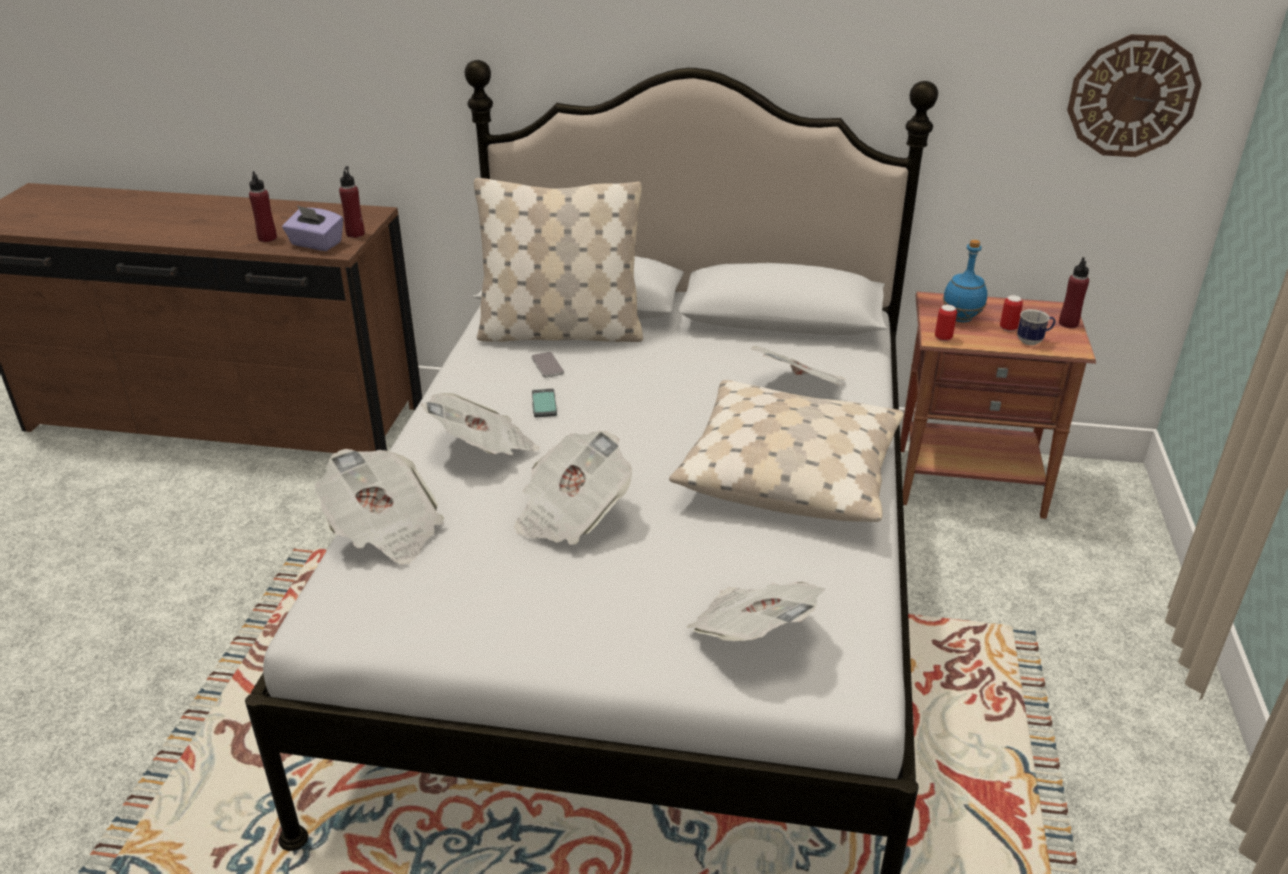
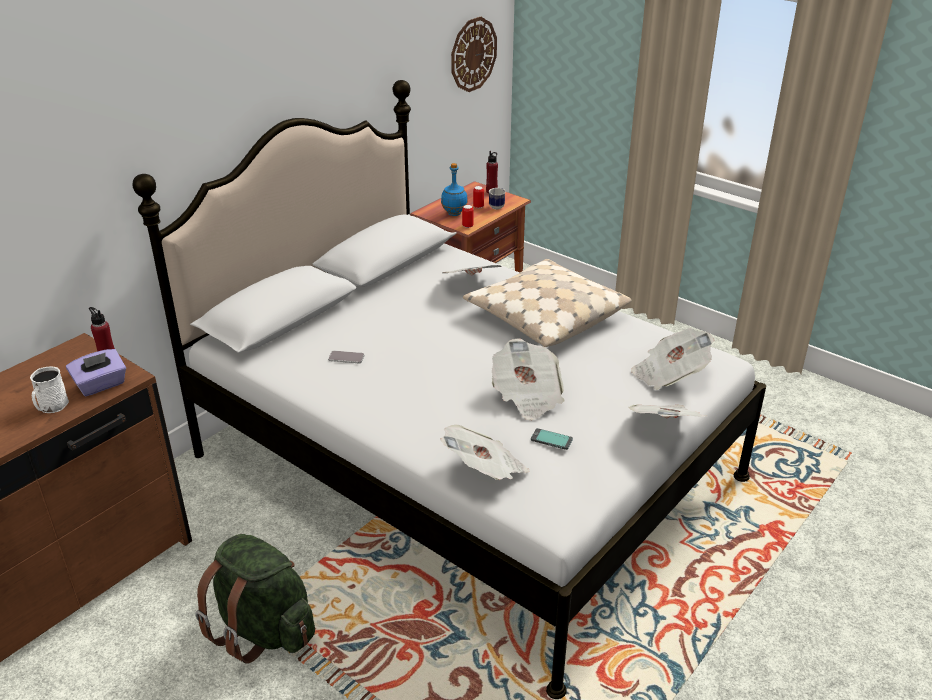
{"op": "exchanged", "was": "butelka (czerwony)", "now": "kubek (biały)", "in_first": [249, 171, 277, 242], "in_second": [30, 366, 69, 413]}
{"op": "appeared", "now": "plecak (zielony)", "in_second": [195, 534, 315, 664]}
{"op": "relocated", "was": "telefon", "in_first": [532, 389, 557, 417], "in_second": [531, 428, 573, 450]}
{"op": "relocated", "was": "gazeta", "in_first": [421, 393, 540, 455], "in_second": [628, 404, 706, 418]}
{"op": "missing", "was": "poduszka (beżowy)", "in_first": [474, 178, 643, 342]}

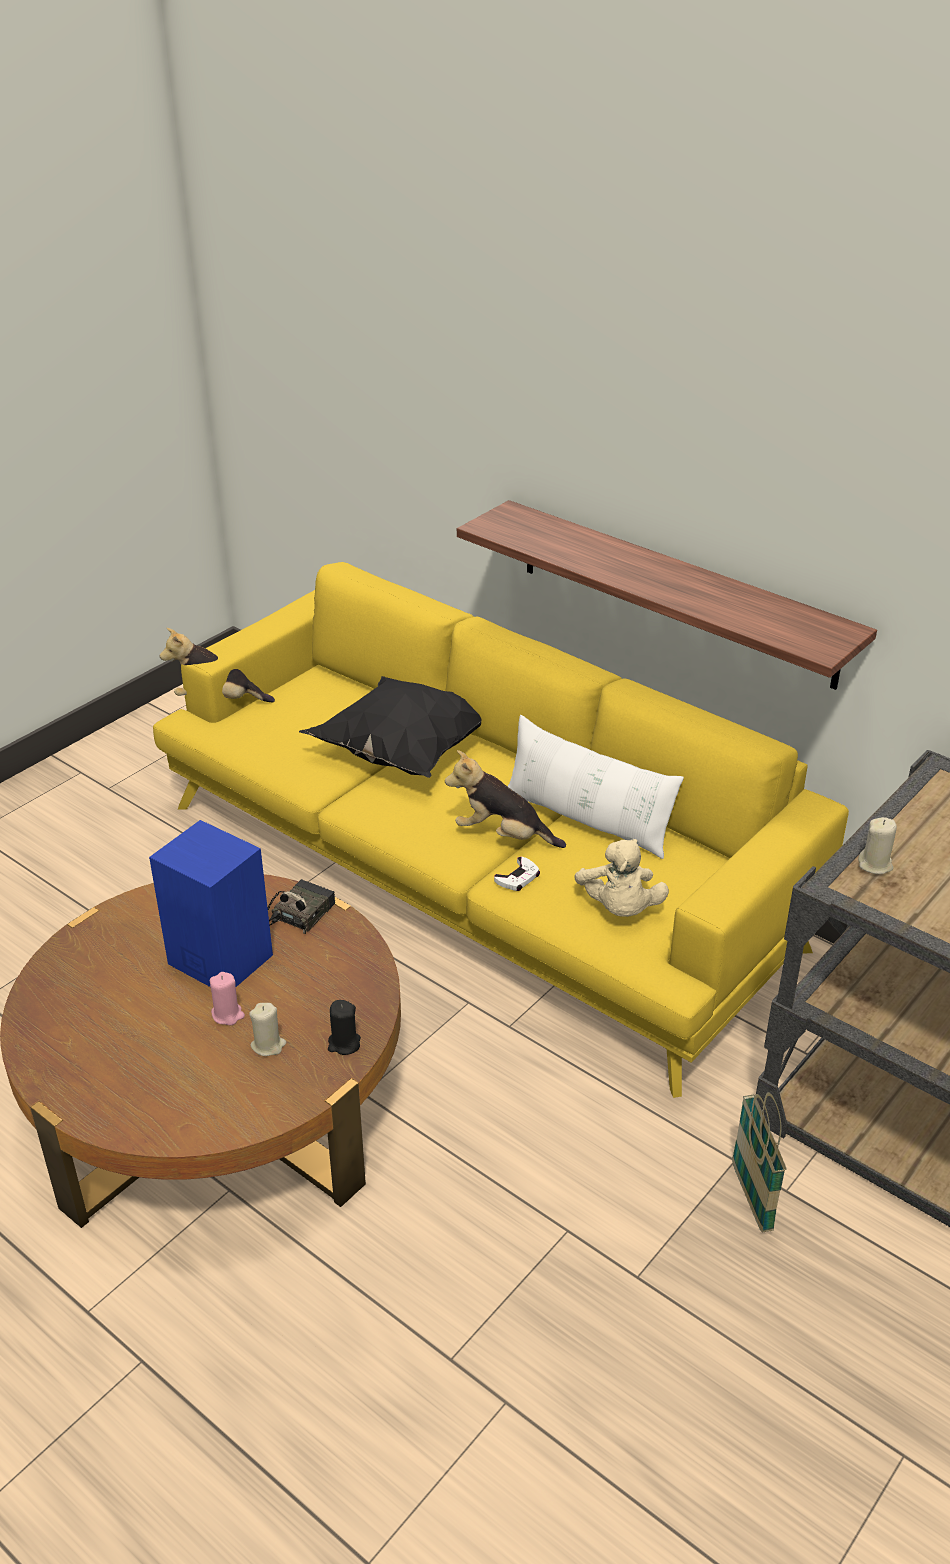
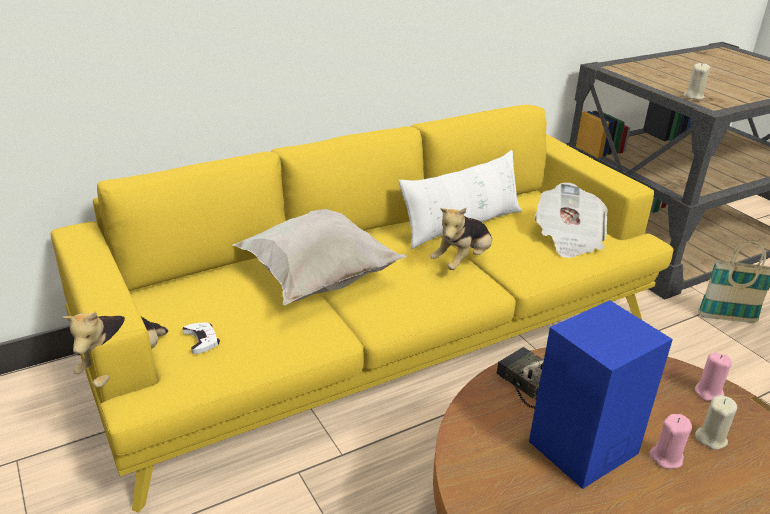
{"op": "relocated", "was": "pad do gier (biały)", "in_first": [494, 857, 540, 891], "in_second": [183, 322, 220, 354]}
{"op": "colour", "was": "poduszka (czarny)", "now": "poduszka (biały)", "in_first": [299, 676, 482, 778], "in_second": [233, 209, 407, 305]}
{"op": "exchanged", "was": "pluszak (beżowy)", "now": "gazeta", "in_first": [574, 839, 669, 917], "in_second": [535, 182, 608, 258]}
{"op": "colour", "was": "świeca (czarny)", "now": "świeca (różowy)", "in_first": [328, 1000, 361, 1055], "in_second": [695, 352, 732, 401]}
{"op": "missing", "was": "półka", "in_first": [457, 500, 877, 690]}

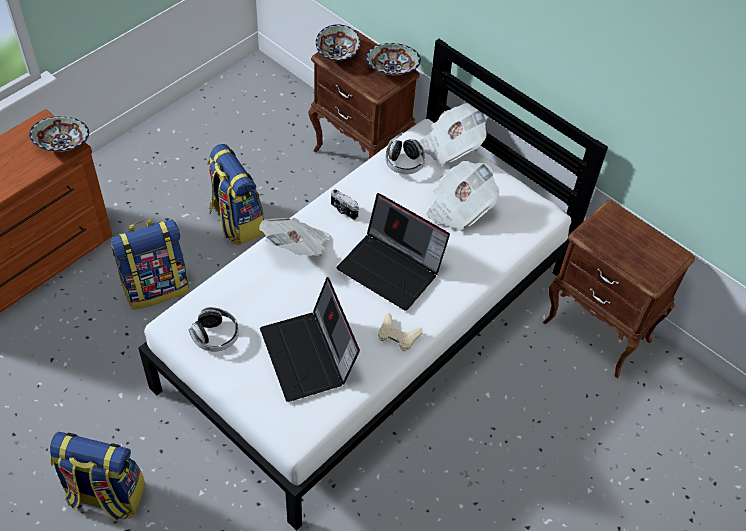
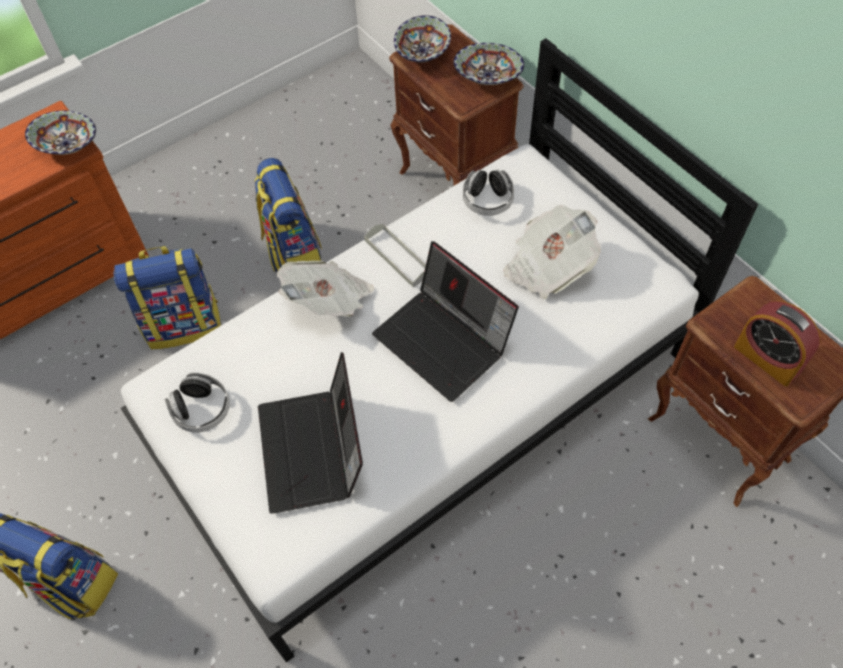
{"op": "exchanged", "was": "aparat fotograficzny", "now": "taca (szary)", "in_first": [331, 189, 359, 220], "in_second": [364, 224, 426, 288]}
{"op": "appeared", "now": "budzik", "in_second": [734, 301, 820, 387]}
{"op": "missing", "was": "pad do gier (beżowy)", "in_first": [378, 313, 422, 351]}
{"op": "missing", "was": "gazeta", "in_first": [419, 103, 488, 165]}

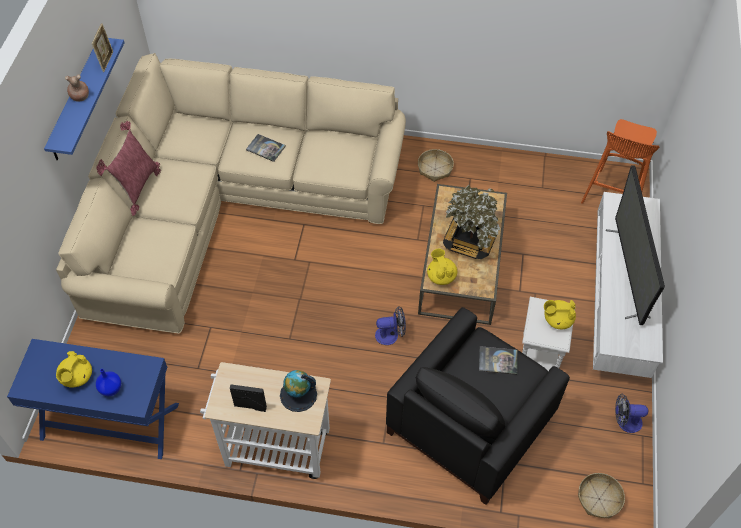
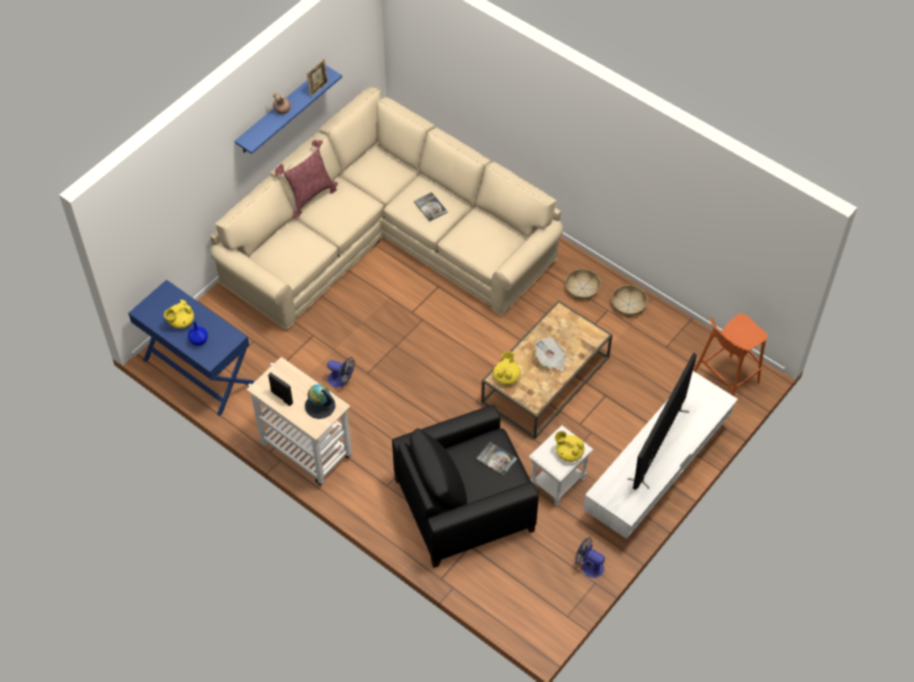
{"op": "relocated", "was": "wentylator", "in_first": [375, 306, 406, 345], "in_second": [327, 357, 355, 388]}
{"op": "exchanged", "was": "roślina doniczkowa", "now": "gazeta", "in_first": [443, 185, 500, 259], "in_second": [535, 337, 567, 371]}
{"op": "relocated", "was": "koszyk", "in_first": [578, 473, 625, 518], "in_second": [612, 285, 648, 318]}

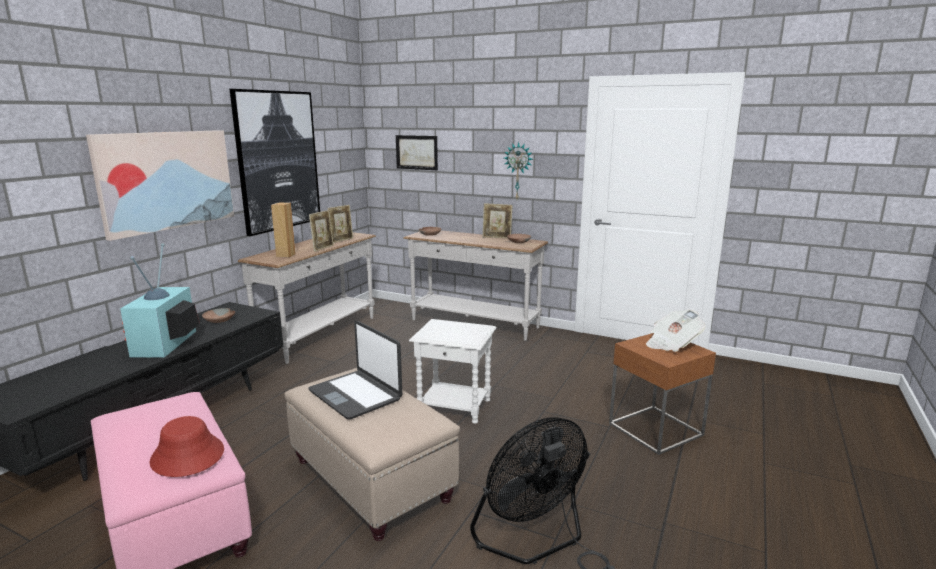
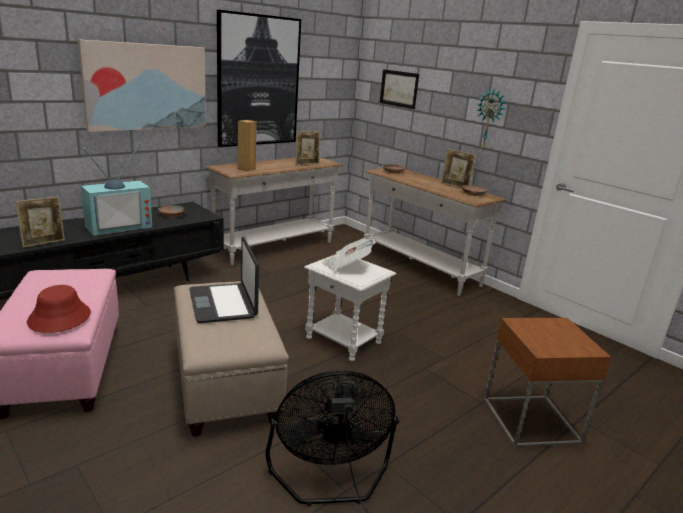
{"op": "relocated", "was": "ramka na zdjęcie", "in_first": [309, 210, 334, 252], "in_second": [15, 197, 65, 248]}
{"op": "spun", "was": "telewizor", "in_first": [120, 243, 200, 358], "in_second": [81, 142, 152, 236], "clockwise": -150}
{"op": "relocated", "was": "gazeta", "in_first": [646, 310, 706, 352], "in_second": [322, 238, 376, 270]}

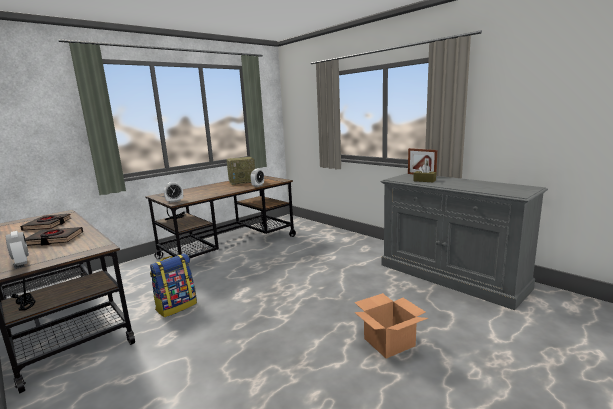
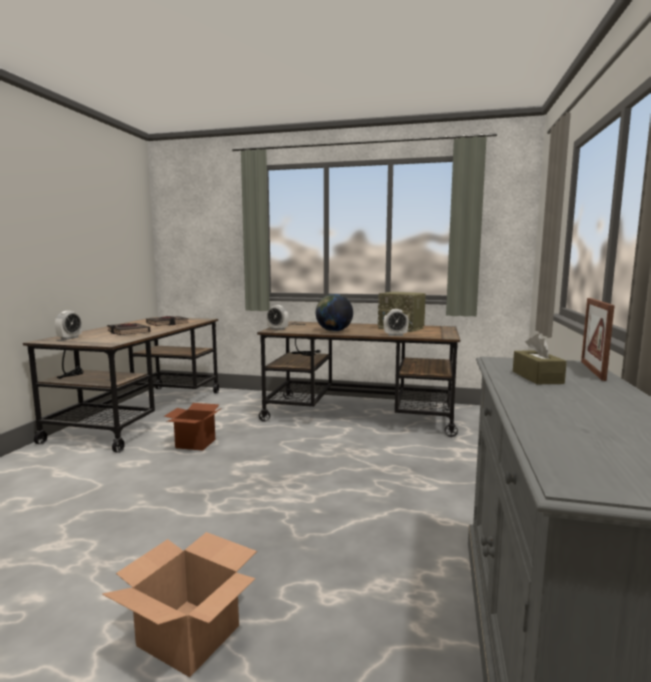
{"op": "exchanged", "was": "plecak", "now": "karton", "in_first": [150, 254, 197, 317], "in_second": [164, 403, 223, 451]}
{"op": "appeared", "now": "globus", "in_second": [316, 294, 353, 332]}

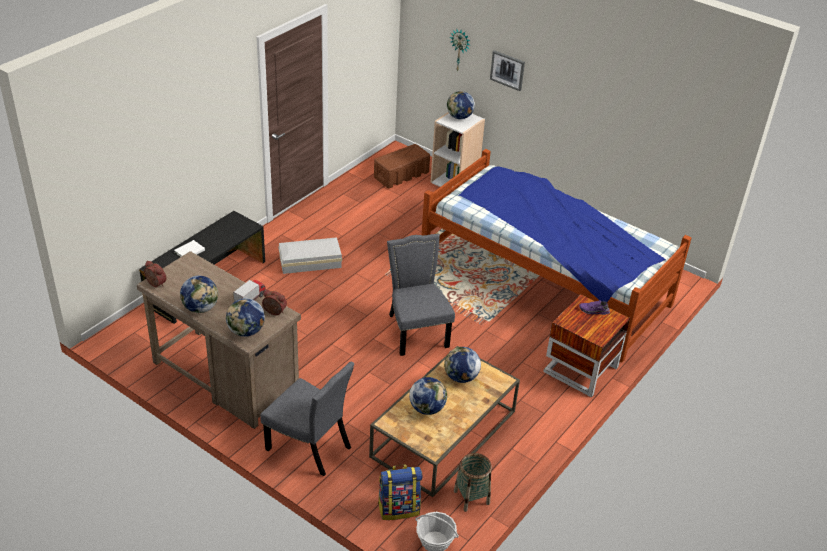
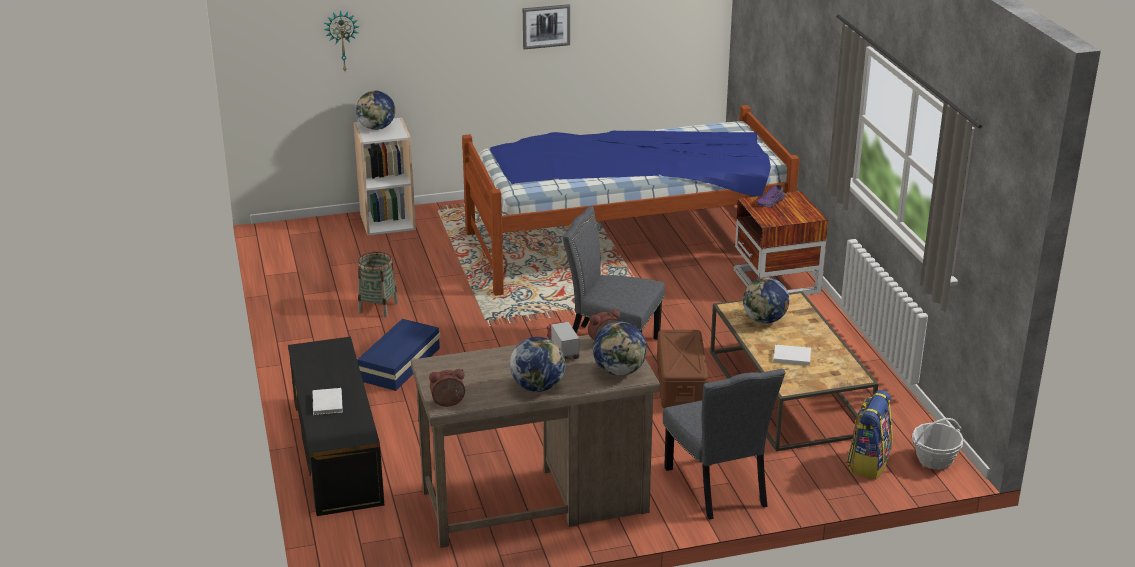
{"op": "colour", "was": "pojemnik do przechowywania (biały)", "now": "pojemnik do przechowywania (niebieski)", "in_first": [278, 237, 342, 274], "in_second": [357, 319, 440, 391]}
{"op": "relocated", "was": "koszyk", "in_first": [454, 453, 492, 512], "in_second": [358, 252, 398, 317]}
{"op": "relocated", "was": "obraz", "in_first": [490, 50, 525, 91], "in_second": [523, 4, 570, 49]}
{"op": "relocated", "was": "pojemnik do przechowywania (brązowy)", "in_first": [374, 144, 430, 188], "in_second": [657, 330, 708, 408]}
{"op": "spun", "was": "krzesło (szary)", "in_first": [260, 362, 354, 476], "in_second": [662, 369, 785, 520], "clockwise": 90}
{"op": "exchanged", "was": "globus", "now": "książka (biały)", "in_first": [409, 377, 447, 415], "in_second": [773, 345, 811, 366]}

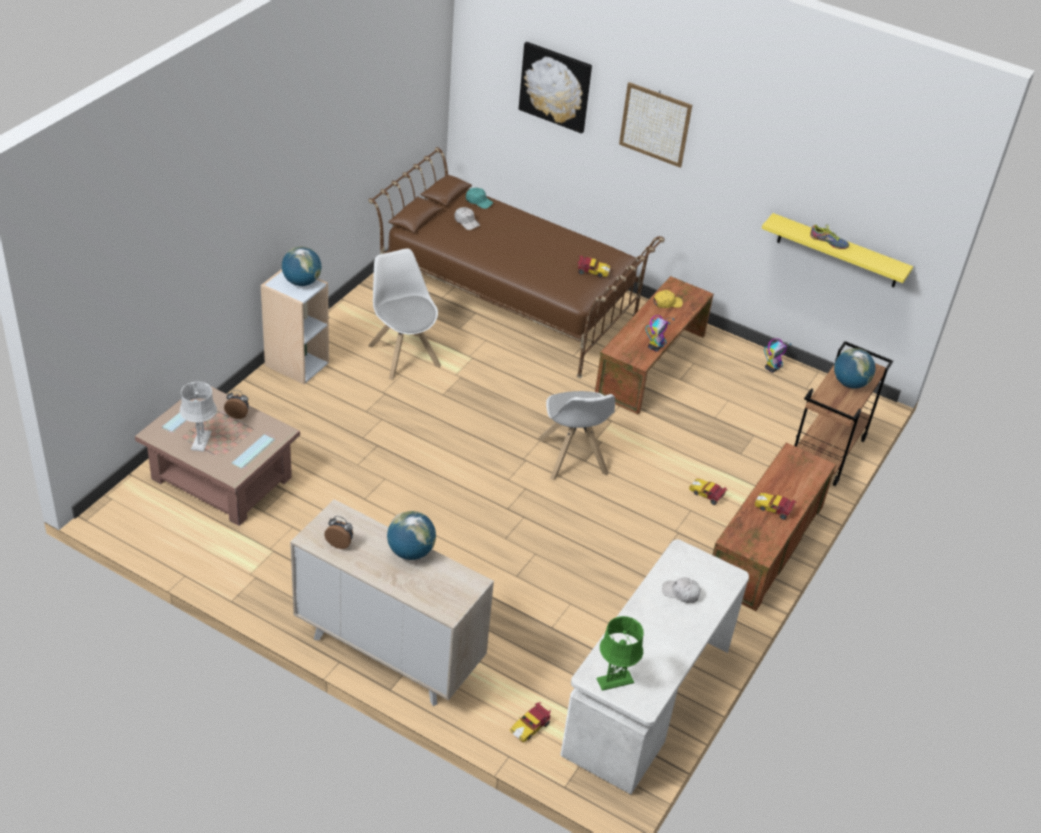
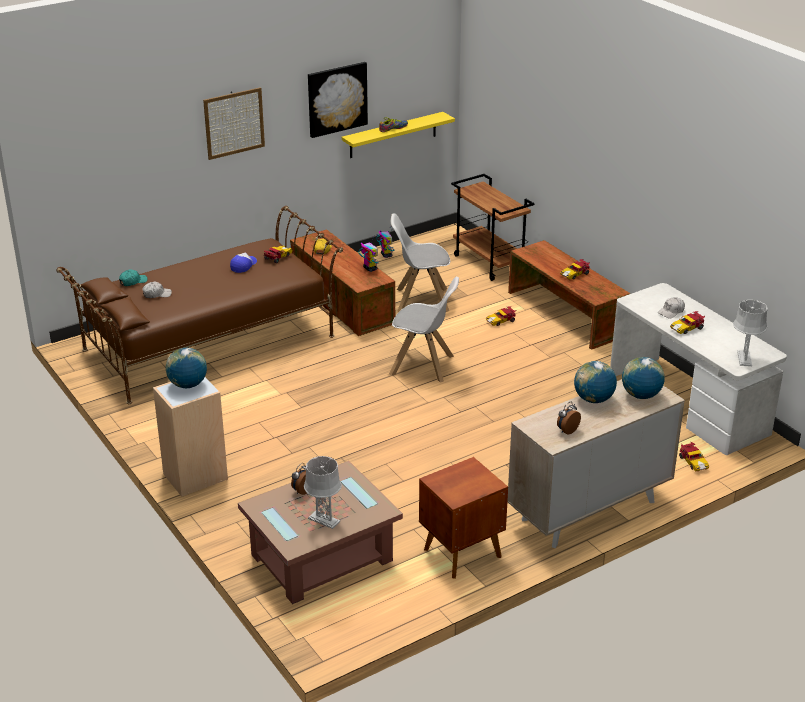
{"op": "appeared", "now": "czapka z daszkiem", "in_second": [230, 253, 257, 273]}
{"op": "relocated", "was": "obraz", "in_first": [519, 42, 592, 134], "in_second": [308, 62, 368, 138]}
{"op": "relocated", "was": "krzesło", "in_first": [368, 249, 441, 380], "in_second": [391, 213, 450, 312]}
{"op": "appeared", "now": "szafka nocna (brązowy)", "in_second": [419, 457, 508, 579]}
{"op": "relocated", "was": "globus", "in_first": [834, 348, 875, 388], "in_second": [622, 357, 665, 399]}
{"op": "appeared", "now": "samochodzik", "in_second": [670, 311, 705, 334]}
{"op": "colour", "was": "lampa stołowa (zielony)", "now": "lampa stołowa (szary)", "in_first": [597, 616, 644, 691], "in_second": [733, 300, 768, 366]}

